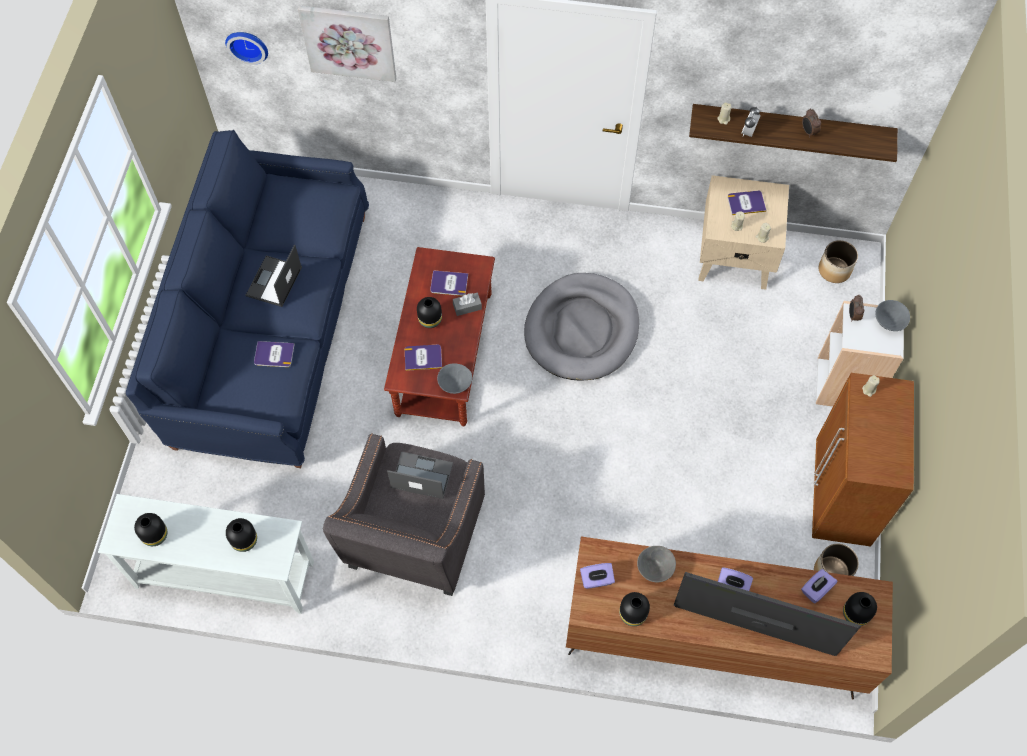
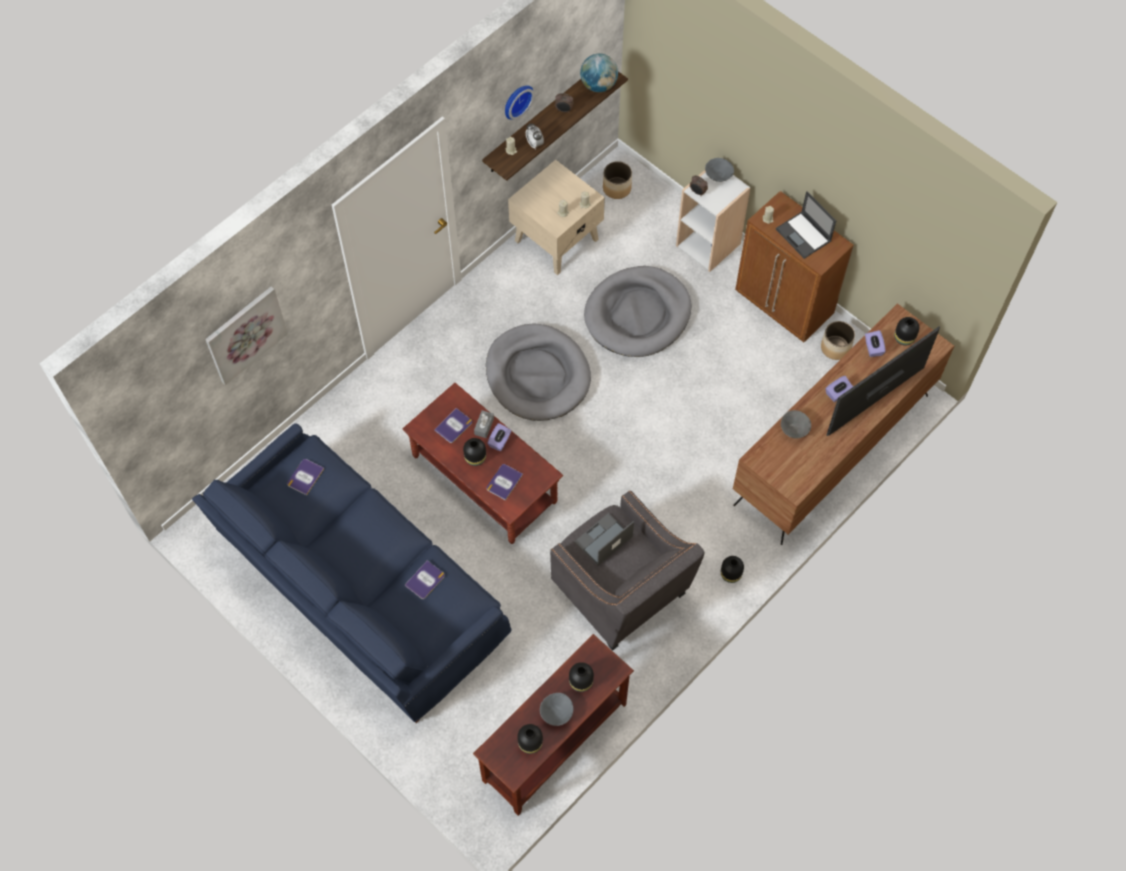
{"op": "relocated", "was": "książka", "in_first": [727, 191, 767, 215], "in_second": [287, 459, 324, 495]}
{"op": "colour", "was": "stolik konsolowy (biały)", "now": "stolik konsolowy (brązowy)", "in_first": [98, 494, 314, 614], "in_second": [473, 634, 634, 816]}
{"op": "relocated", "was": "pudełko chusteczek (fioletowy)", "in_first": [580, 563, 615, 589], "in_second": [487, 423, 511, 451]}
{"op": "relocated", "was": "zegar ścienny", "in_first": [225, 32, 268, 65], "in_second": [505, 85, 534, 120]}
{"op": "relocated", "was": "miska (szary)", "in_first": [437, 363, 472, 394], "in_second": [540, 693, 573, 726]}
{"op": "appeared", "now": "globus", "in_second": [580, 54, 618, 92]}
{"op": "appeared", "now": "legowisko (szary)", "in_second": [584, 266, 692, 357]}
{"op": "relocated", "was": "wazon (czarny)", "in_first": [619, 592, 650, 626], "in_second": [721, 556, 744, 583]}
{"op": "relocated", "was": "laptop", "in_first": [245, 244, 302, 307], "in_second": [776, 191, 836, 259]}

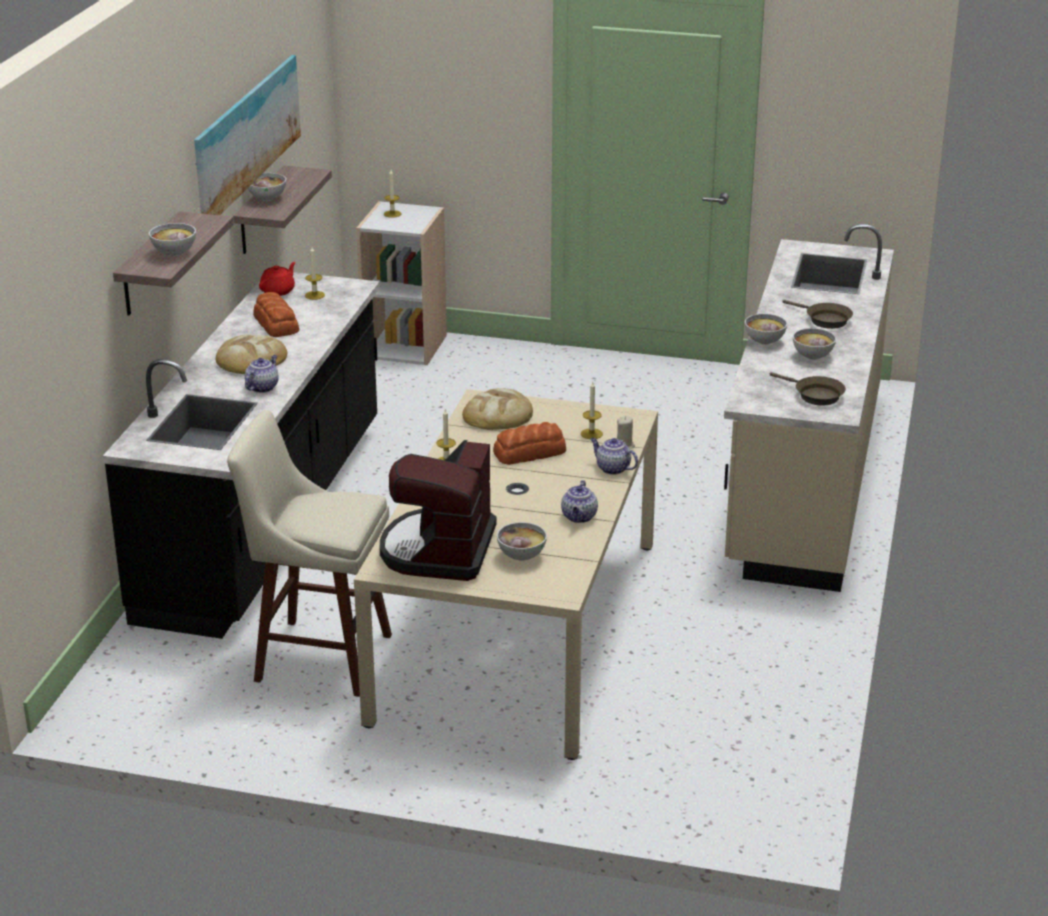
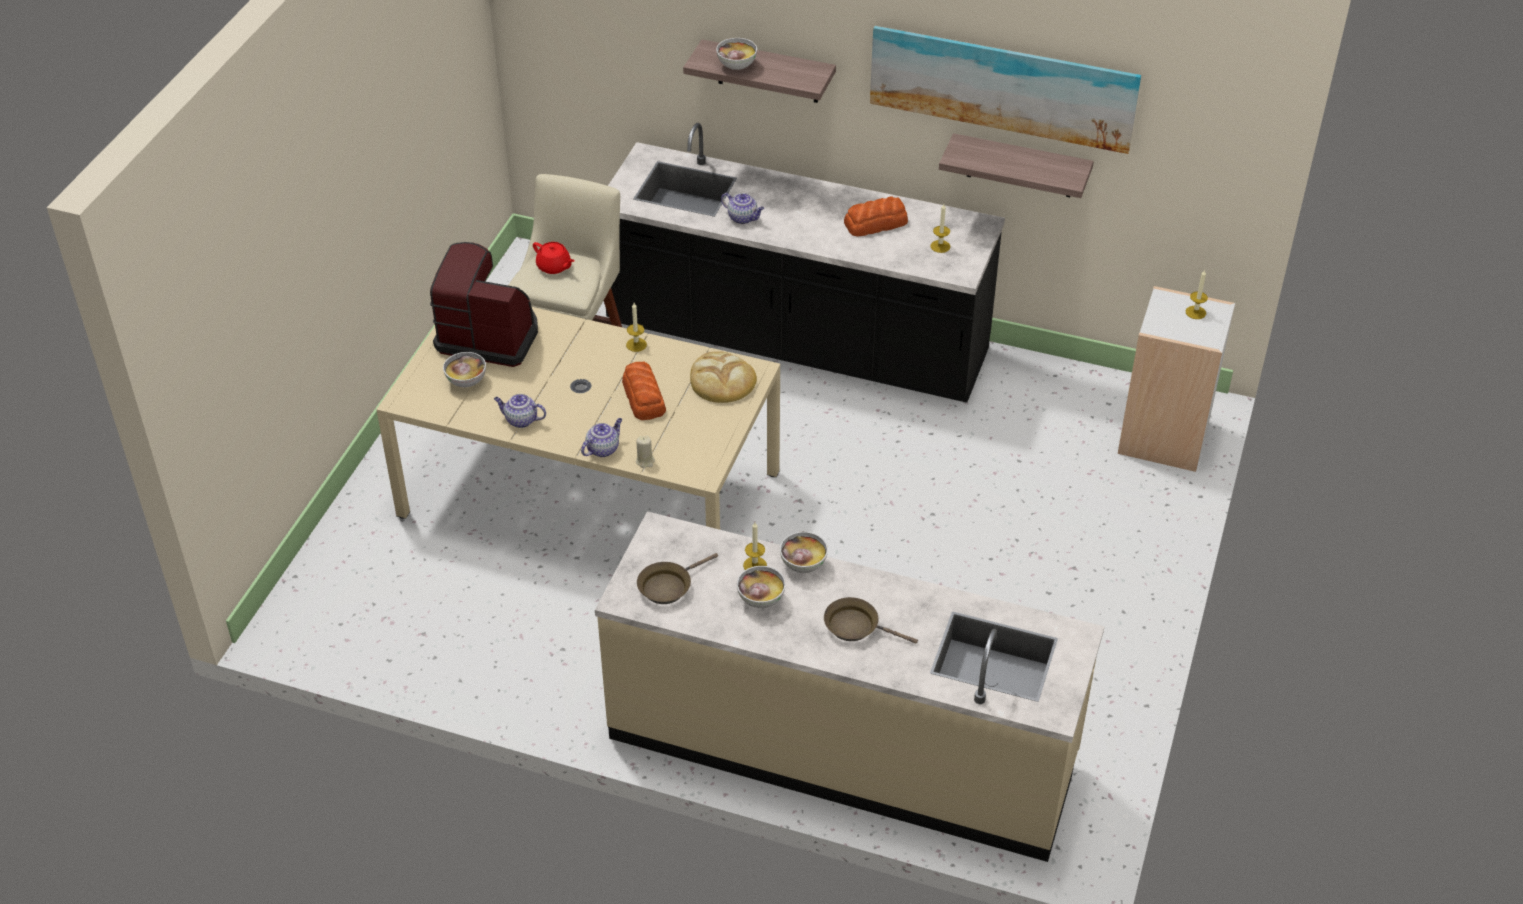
{"op": "relocated", "was": "imbryk (czerwony)", "in_first": [259, 262, 295, 296], "in_second": [533, 242, 575, 274]}
{"op": "relocated", "was": "świeca", "in_first": [581, 382, 603, 439], "in_second": [743, 522, 767, 570]}
{"op": "spun", "was": "patelnia (brązowy)", "in_first": [782, 300, 853, 329], "in_second": [824, 597, 918, 644], "clockwise": 60}
{"op": "missing", "was": "chleb", "in_first": [216, 335, 287, 374]}
{"op": "missing", "was": "miska", "in_first": [248, 173, 286, 201]}

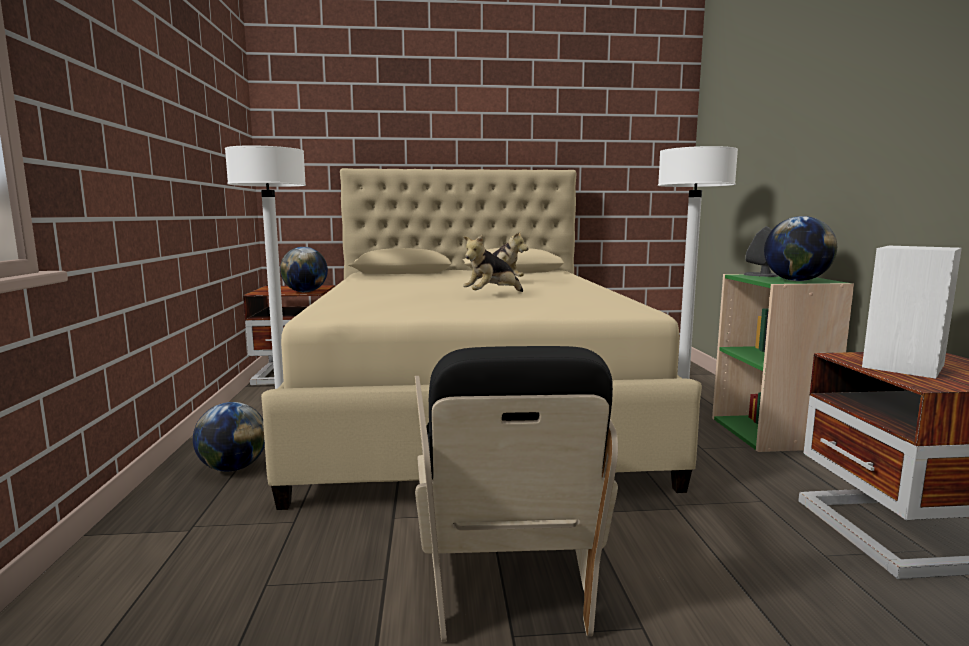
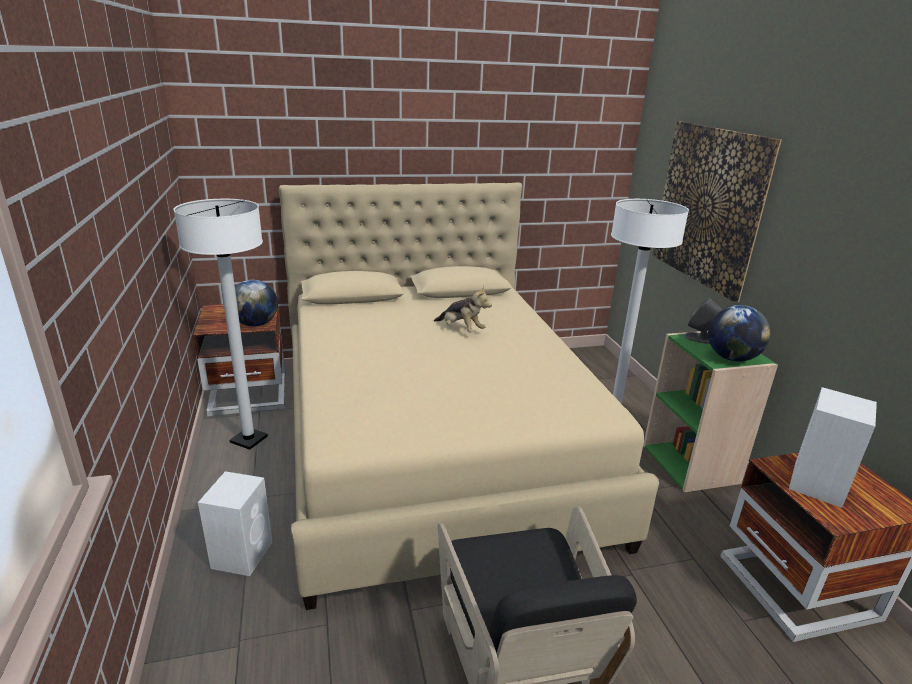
{"op": "exchanged", "was": "globus", "now": "głośnik (biały)", "in_first": [193, 402, 265, 472], "in_second": [198, 471, 272, 576]}
{"op": "appeared", "now": "obraz", "in_second": [652, 121, 782, 302]}
{"op": "missing", "was": "pluszak", "in_first": [463, 235, 523, 292]}

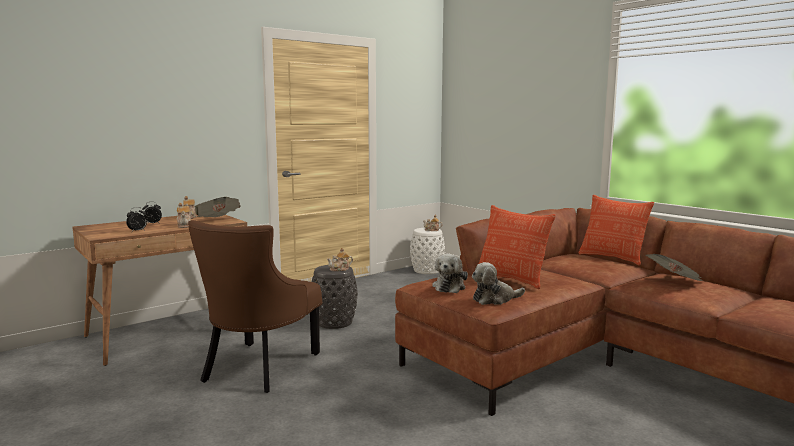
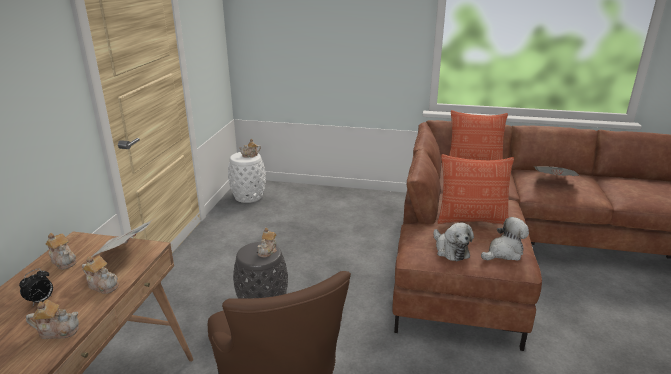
{"op": "exchanged", "was": "budzik", "now": "imbryk", "in_first": [126, 207, 147, 232], "in_second": [26, 299, 79, 339]}
{"op": "spun", "was": "pluszak", "in_first": [472, 262, 525, 305], "in_second": [481, 217, 529, 261], "clockwise": -150}

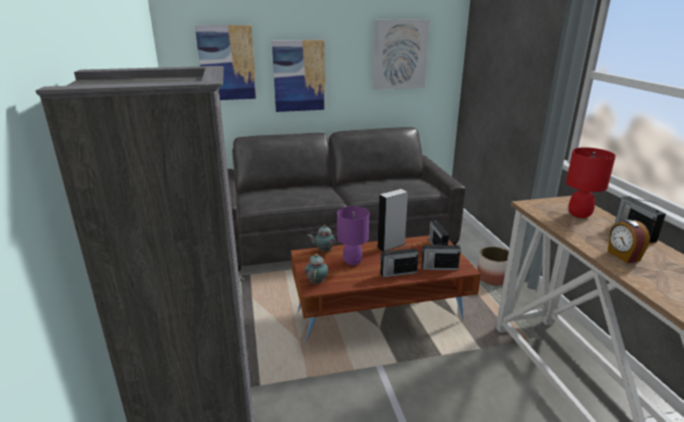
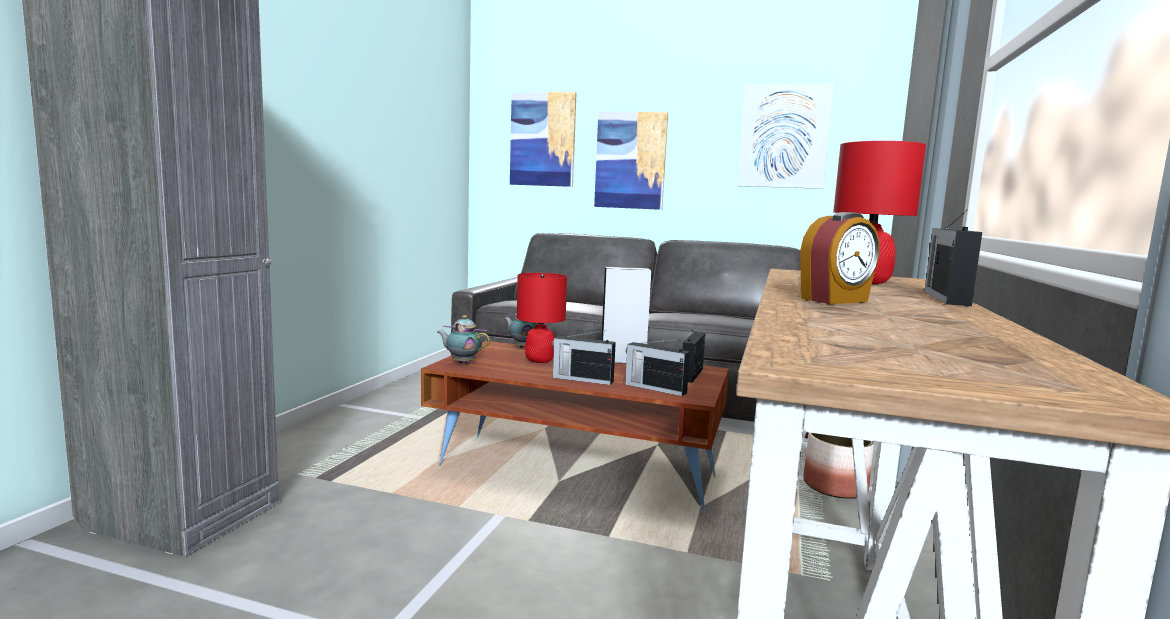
{"op": "spun", "was": "imbryk", "in_first": [305, 254, 328, 284], "in_second": [437, 315, 490, 364], "clockwise": -105}
{"op": "colour", "was": "lampa stołowa (fioletowy)", "now": "lampa stołowa (czerwony)", "in_first": [337, 206, 369, 265], "in_second": [517, 273, 567, 363]}
{"op": "spun", "was": "budzik", "in_first": [608, 219, 650, 263], "in_second": [800, 212, 880, 304], "clockwise": -135}

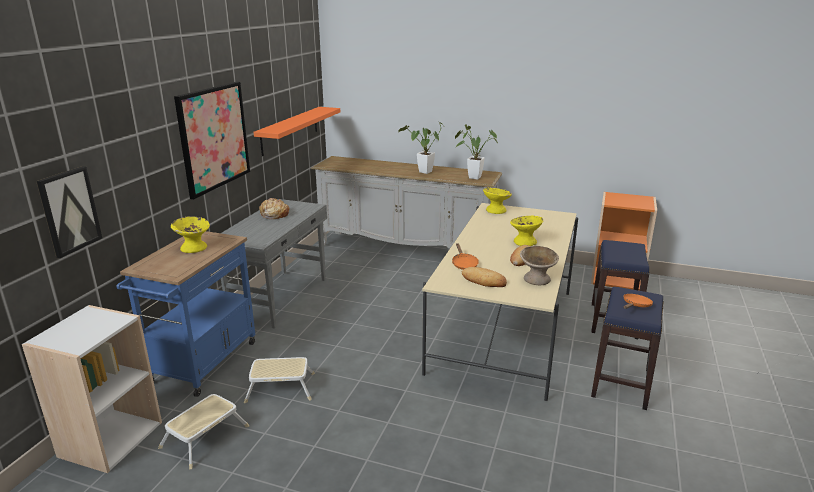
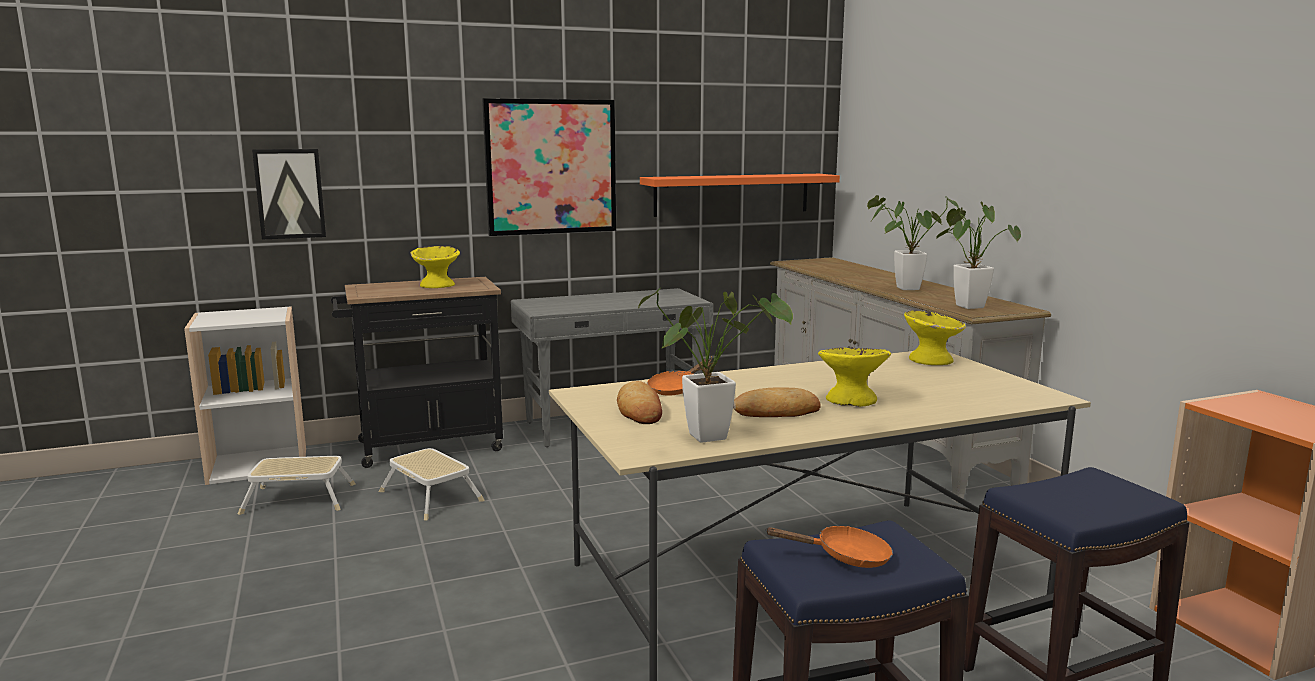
{"op": "colour", "was": "wózek (niebieski)", "now": "wózek (czarny)", "in_first": [117, 231, 256, 397], "in_second": [331, 277, 503, 468]}
{"op": "exchanged", "was": "miska (beżowy)", "now": "roślina doniczkowa", "in_first": [520, 246, 559, 285], "in_second": [637, 288, 793, 443]}
{"op": "missing", "was": "chleb", "in_first": [259, 198, 290, 219]}

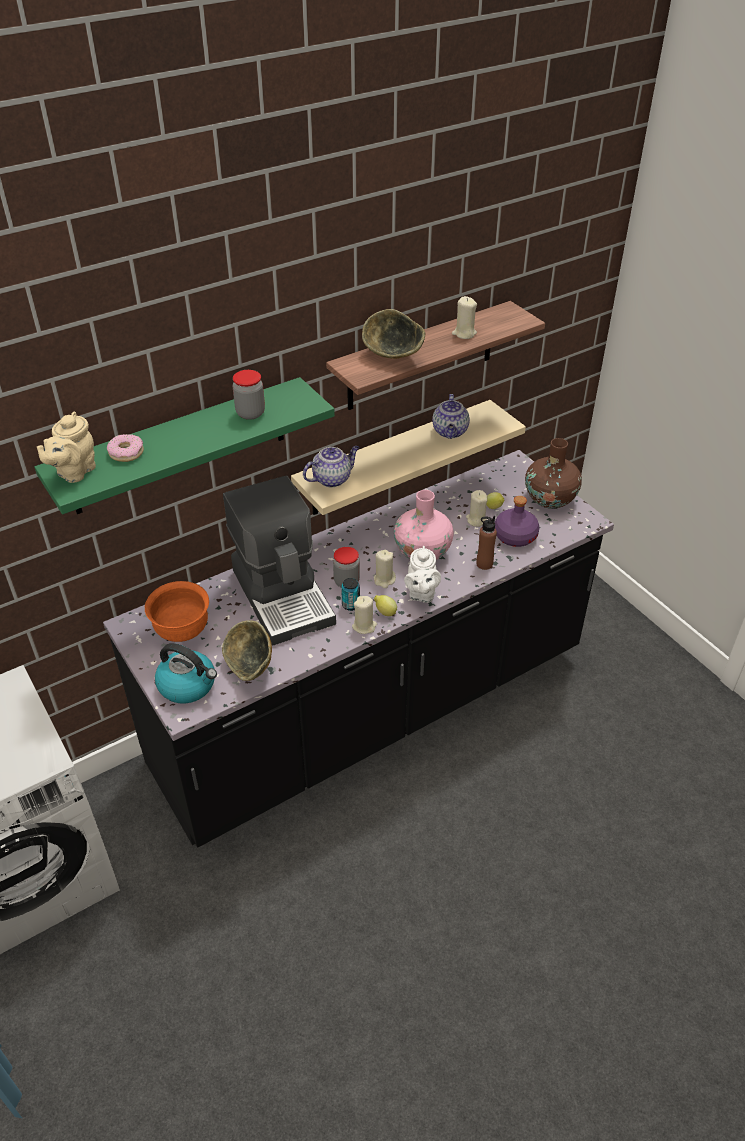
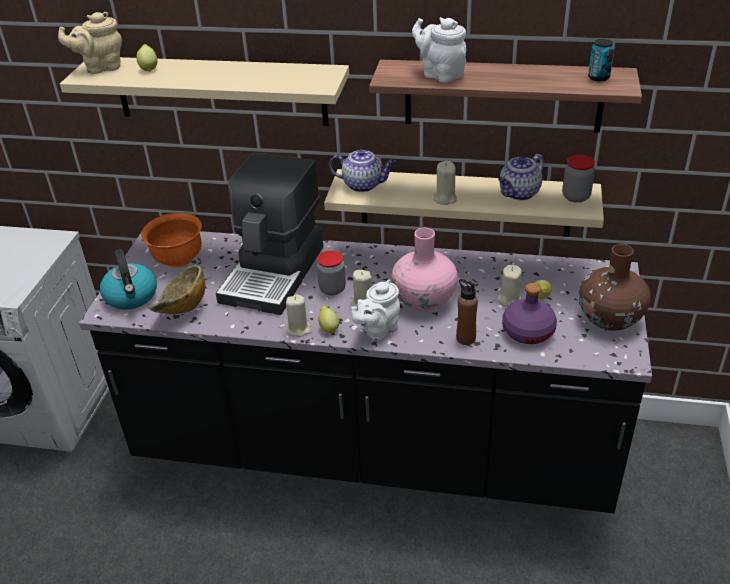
{"op": "colour", "was": "półka (zielony)", "now": "półka (beżowy)", "in_first": [34, 377, 335, 514], "in_second": [60, 57, 349, 126]}
{"op": "exchanged", "was": "donut", "now": "cytryna", "in_first": [107, 434, 144, 462], "in_second": [136, 44, 157, 72]}
{"op": "exchanged", "was": "miska", "now": "imbryk (biały)", "in_first": [362, 309, 425, 359], "in_second": [412, 17, 466, 83]}
{"op": "relocated", "was": "świeca (beżowy)", "in_first": [452, 296, 477, 339], "in_second": [434, 161, 457, 205]}
{"op": "relocated", "was": "słoik", "in_first": [233, 370, 265, 420], "in_second": [562, 155, 595, 203]}
{"op": "relocated", "was": "puszka", "in_first": [341, 578, 360, 611], "in_second": [588, 39, 614, 82]}

